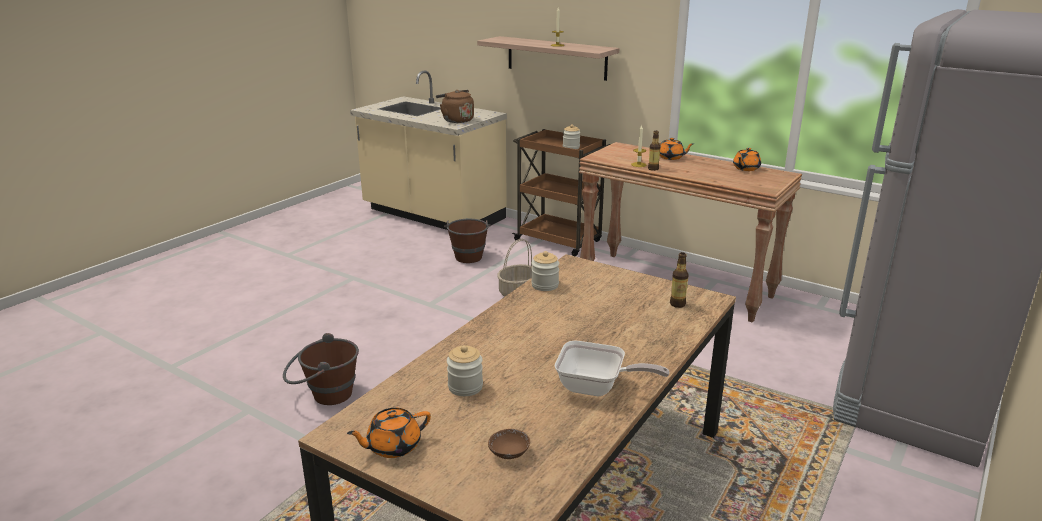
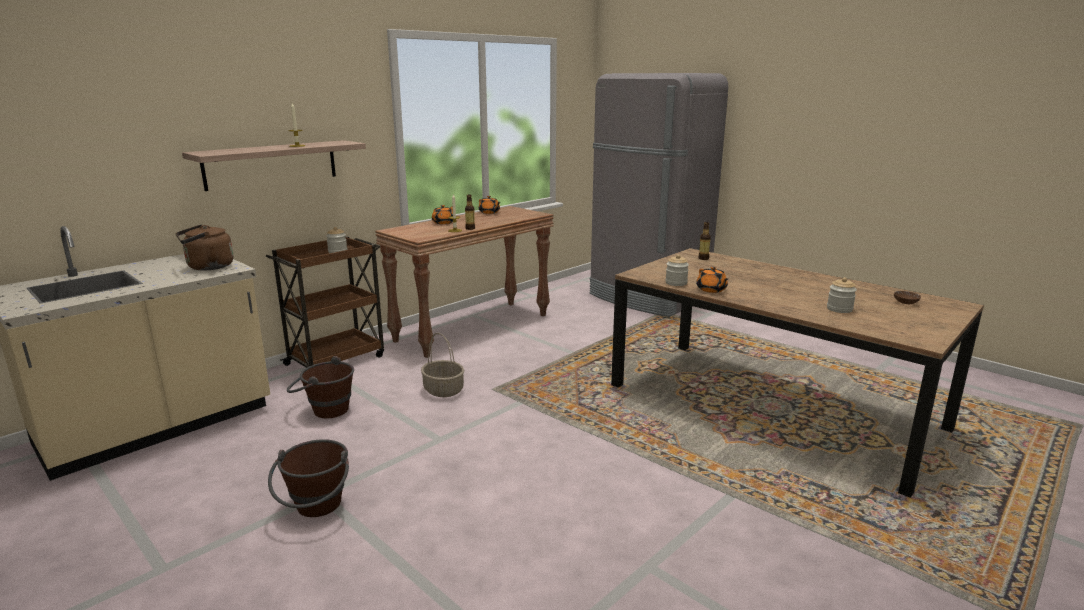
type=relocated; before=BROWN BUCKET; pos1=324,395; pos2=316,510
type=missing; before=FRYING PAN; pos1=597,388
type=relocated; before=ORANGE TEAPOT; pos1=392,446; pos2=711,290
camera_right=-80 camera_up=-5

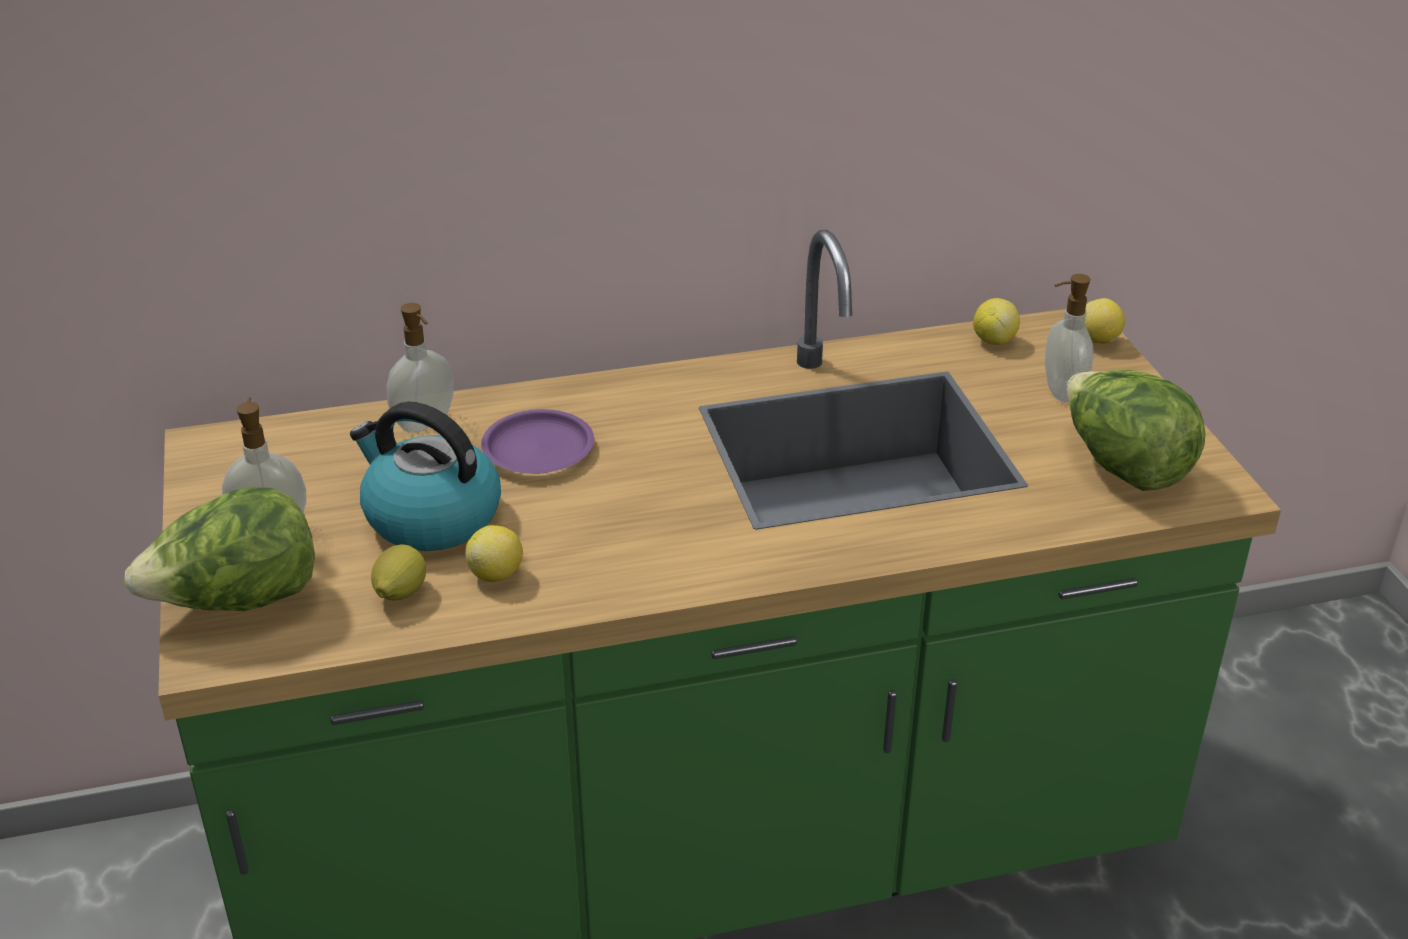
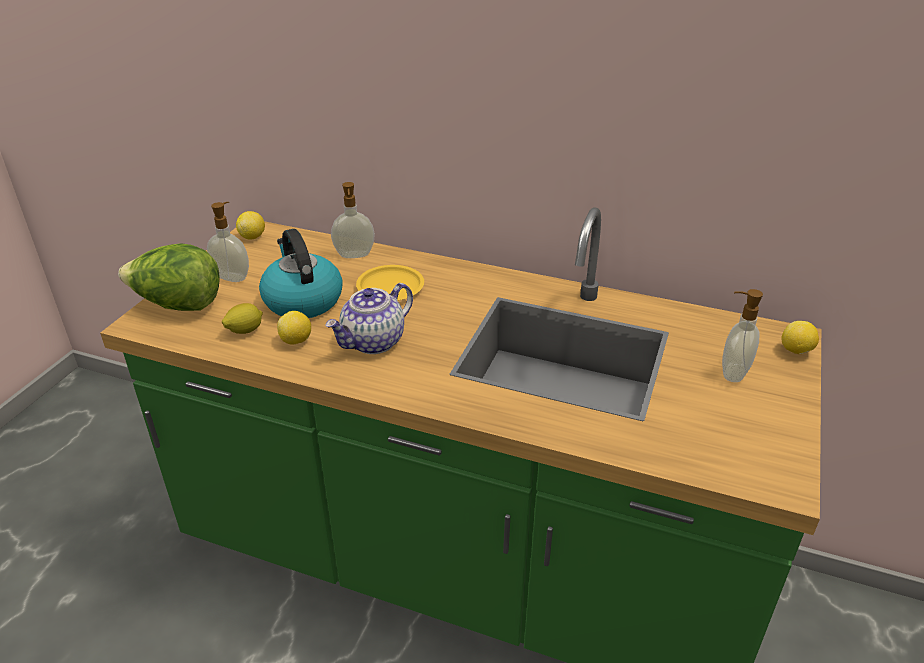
type=relocated; before=LEMON; pos1=993,340; pos2=253,237
type=missing; before=LETTUCE; pos1=1122,467
type=colour; before=PURPLE PLATE; after=YELLOW PLATE; pos1=537,449; pos2=390,287
type=appeared; after=TEAPOT; pos2=373,342
camera_right=35 camera_up=0

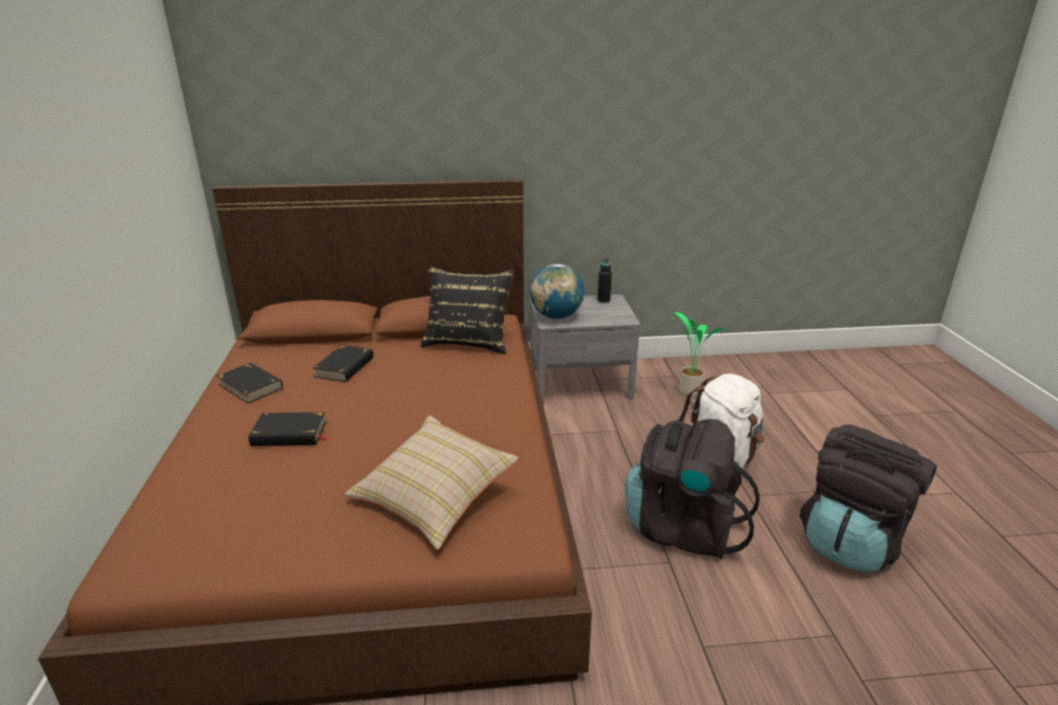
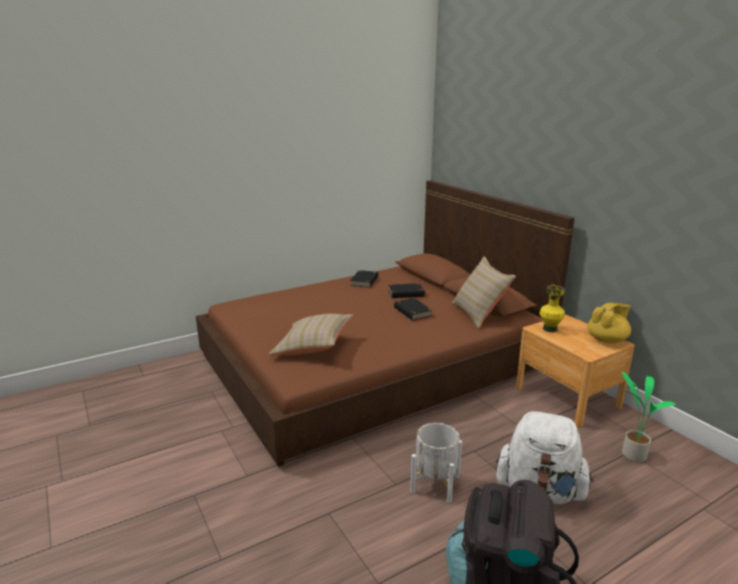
type=exchanged; before=BLACK BOTTLE; after=YELLOW TEAPOT; pos1=603,301; pos2=607,340
type=exchanged; before=GLOBE; after=YELLOW VASE; pos1=556,316; pos2=549,329
type=colour; before=BLACK PILLOW; after=BEIGE PILLOW; pos1=468,341; pos2=479,314
type=colour; before=GREY NIGHTSTAND; after=BROWN NIGHTSTAND; pos1=580,383; pos2=567,397
type=relocated; before=BLACK BOOK; pos1=289,434; pos2=412,312
type=exchanged; before=BLACK BACKPACK; after=WHITE PLANTER; pos1=682,528; pos2=435,484
camera_right=65 camera_up=-5

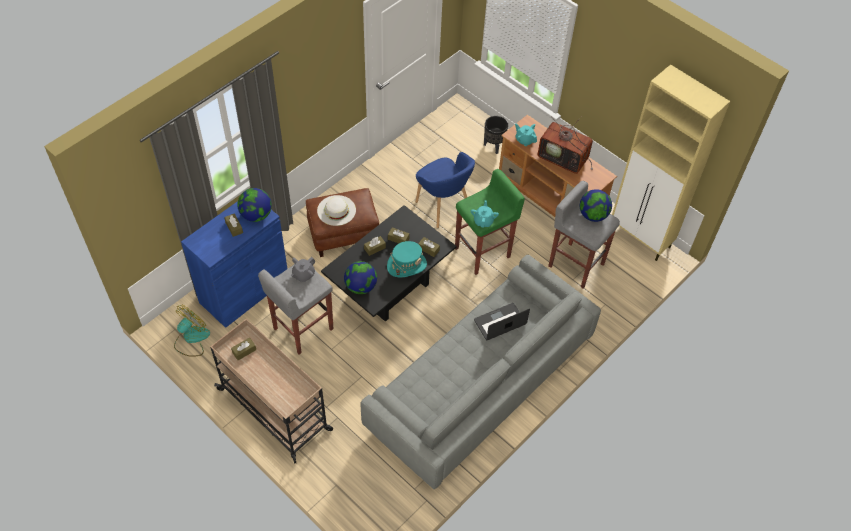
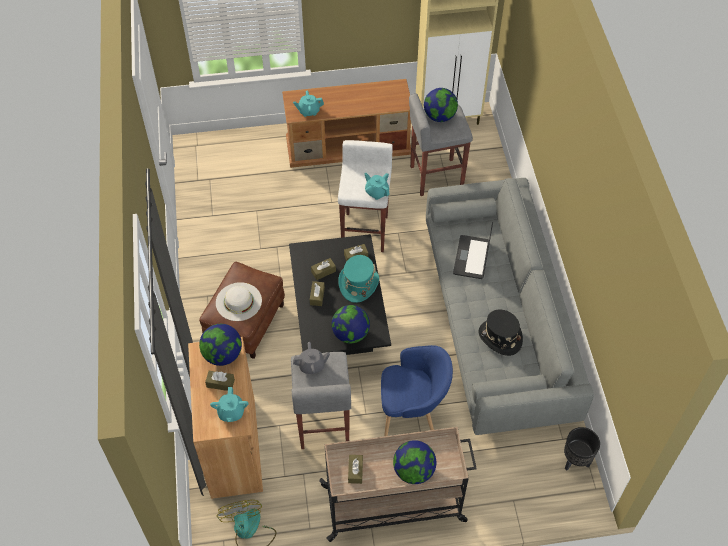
type=relocated; before=BLACK PLANTER; pos1=493,146; pos2=575,461
type=missing; before=TELEVISION; pos1=564,159
type=relocated; before=BLUE ARMCHAIR; pos1=443,207; pos2=412,416
type=colour; before=GREEN STOOL; after=WHITE STOOL; pos1=483,252; pos2=365,231
type=colour; before=BLUE CABINET; after=BROWN CABINET; pos1=244,290; pos2=233,448
type=spun; before=GREY TEAPOT; pos1=303,275; pos2=312,366; turn=-90
type=appeared; after=BLACK HAT; pos2=500,337
type=appeared; after=TURQUOISE TEAPOT; pos2=231,412
type=appeared; after=GLOBE; pos2=413,471
camera_right=-50 camera_up=0

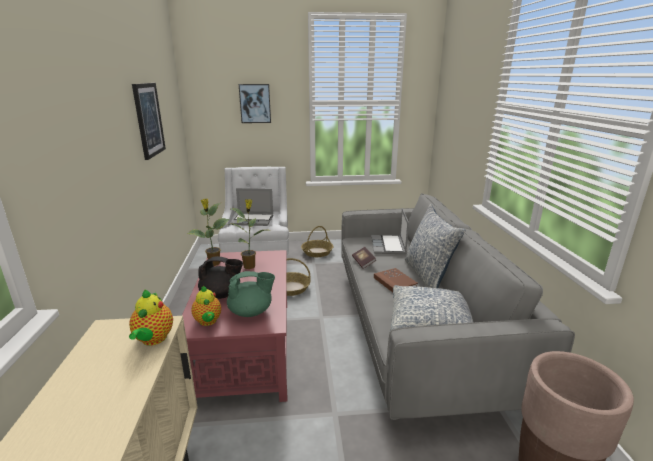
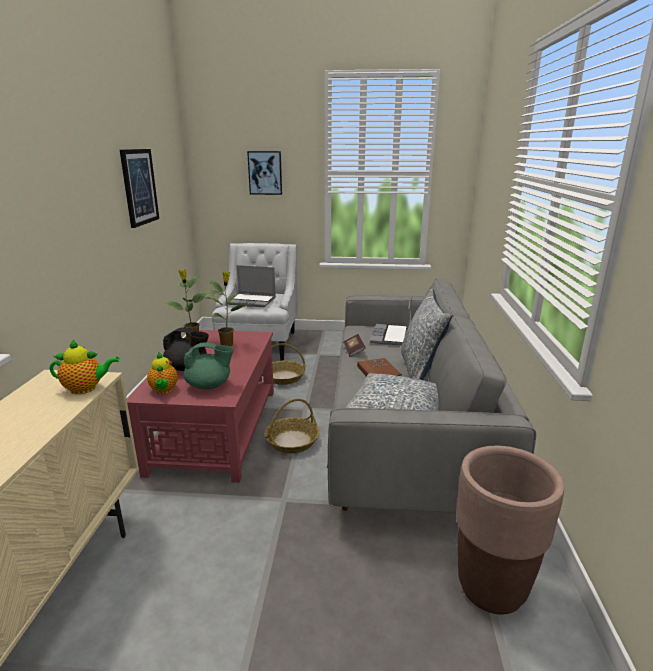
type=relocated; before=BASKET; pos1=317,252; pos2=292,441
type=spun; before=TEAPOT; pos1=153,340; pos2=86,388; turn=-105
camera_right=10 camera_up=0

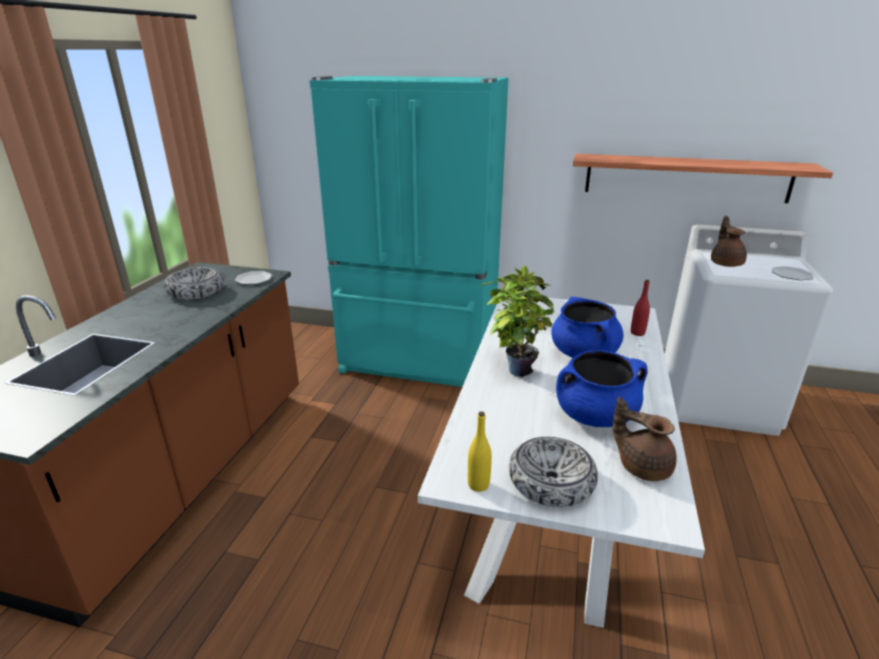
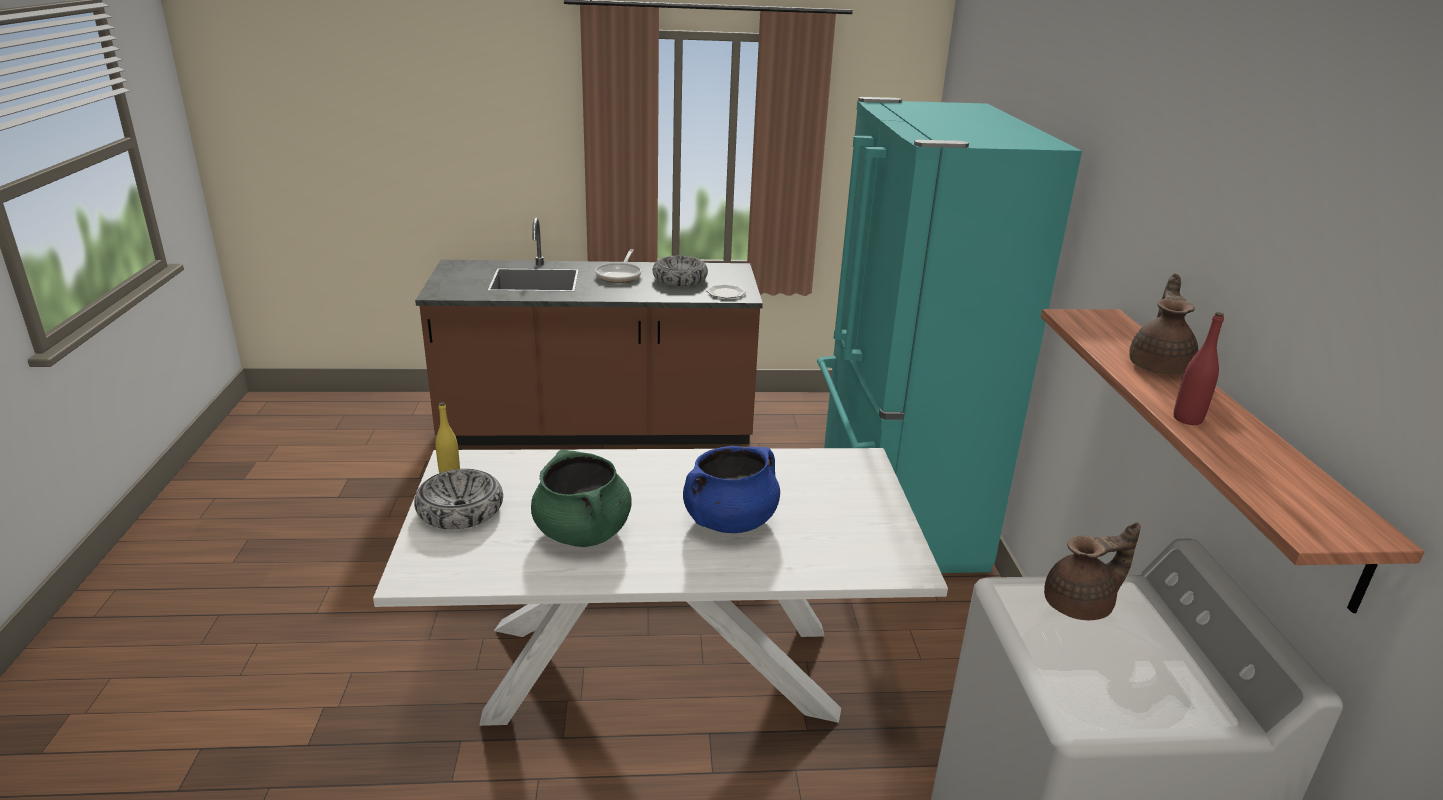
type=missing; before=POTTED PLANT; pos1=515,368
type=missing; before=PLATE; pos1=791,275
type=relocated; before=RED BOTTLE; pos1=637,333; pos2=1187,419
type=colour; before=BLUE COOKING POT; after=GREEN COOKING POT; pos1=595,415; pos2=583,532
type=relocated; before=BROWN TEAPOT; pos1=642,466; pos2=1159,366
type=appeared; after=FRYING PAN; pos2=620,275
camera_right=70 camera_up=0

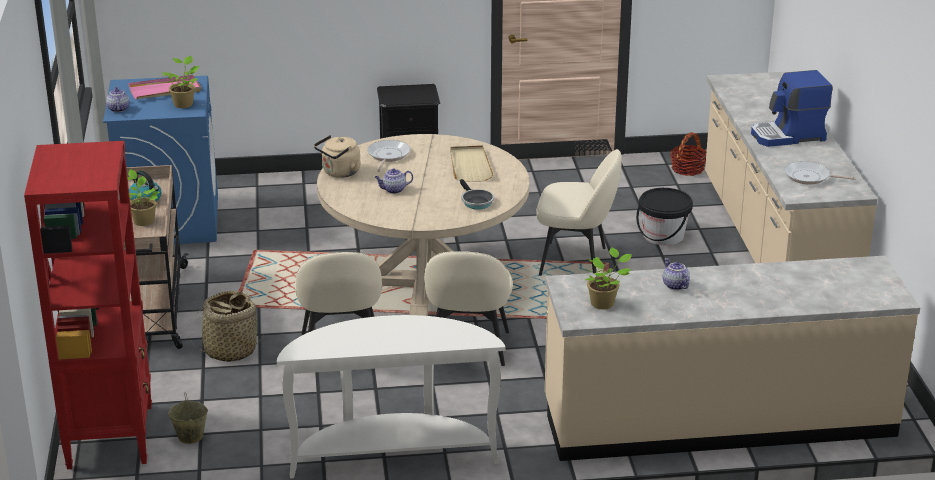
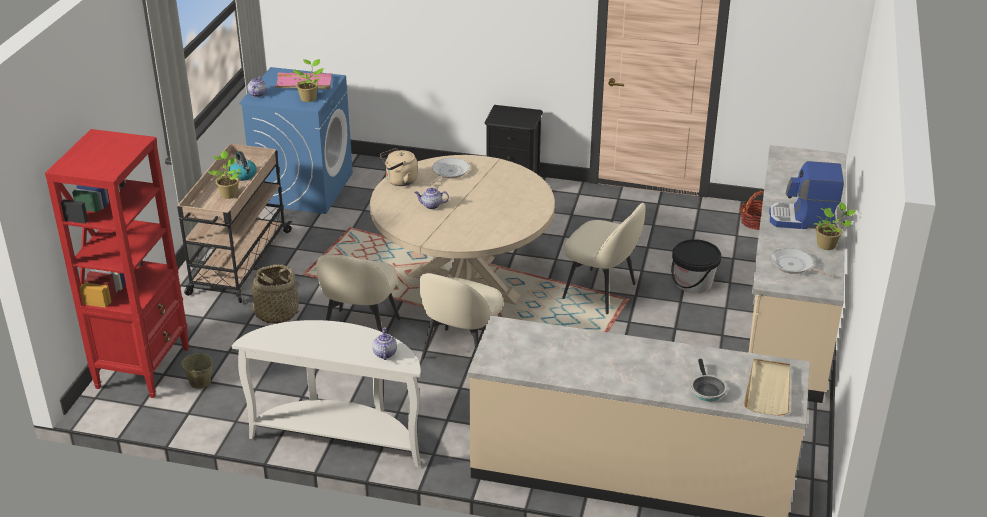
type=relocated; before=BEIGE TRAY; pos1=470,166; pos2=768,389
type=relocated; before=FRYING PAN; pos1=475,201; pos2=706,390
type=relocated; before=POTTED PLANT; pos1=604,303; pos2=828,245
type=relocated; before=TEAPOT; pos1=674,285; pos2=384,353
camera_right=20 camera_up=5

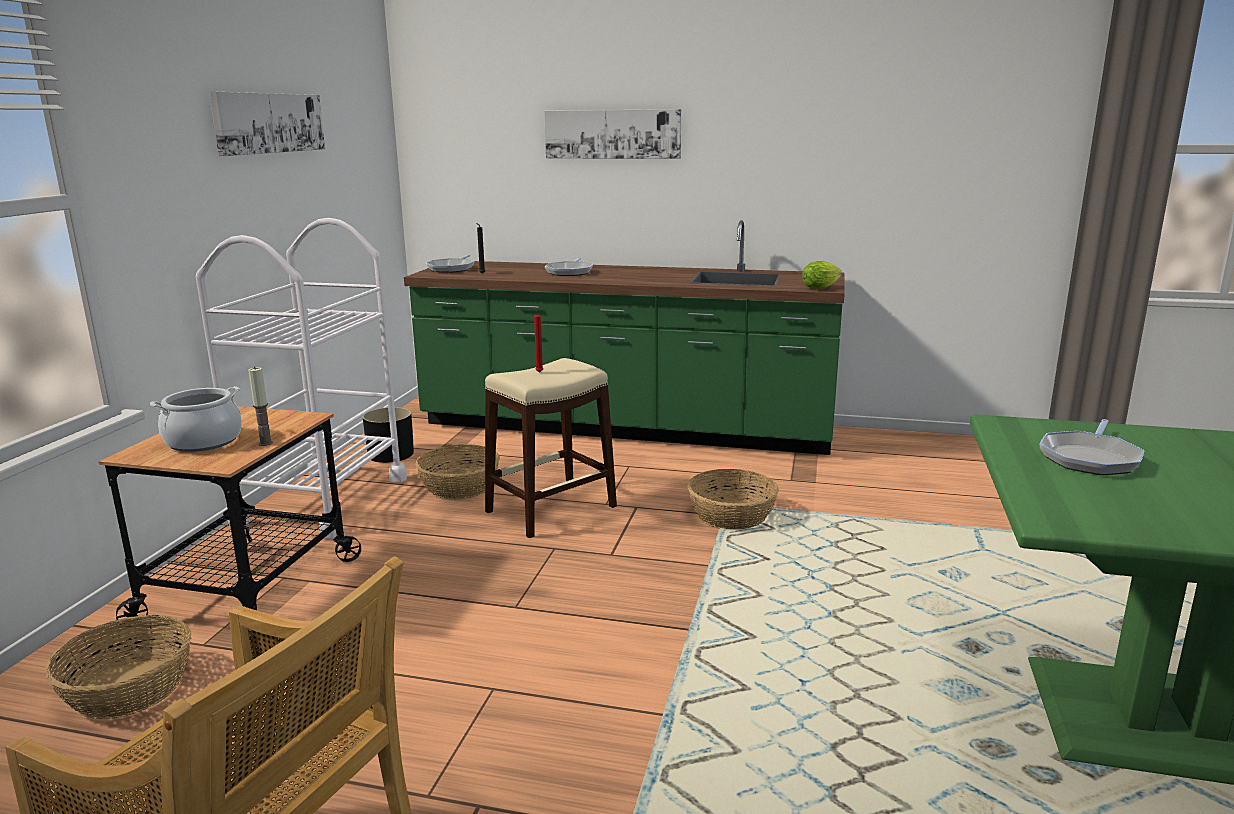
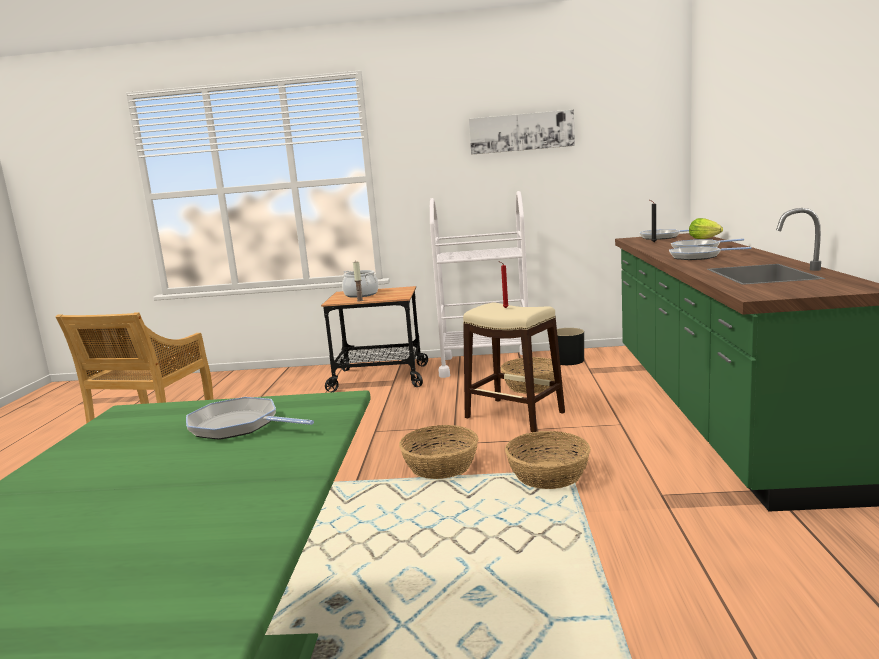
type=missing; before=PICTURE; pos1=612,134
type=relocated; before=LETTUCE; pos1=822,288; pos2=706,239
type=relocated; before=BASKET; pos1=130,688; pos2=441,466
type=appeared; after=FRYING PAN; pos2=698,257
camera_right=80 camera_up=-5

